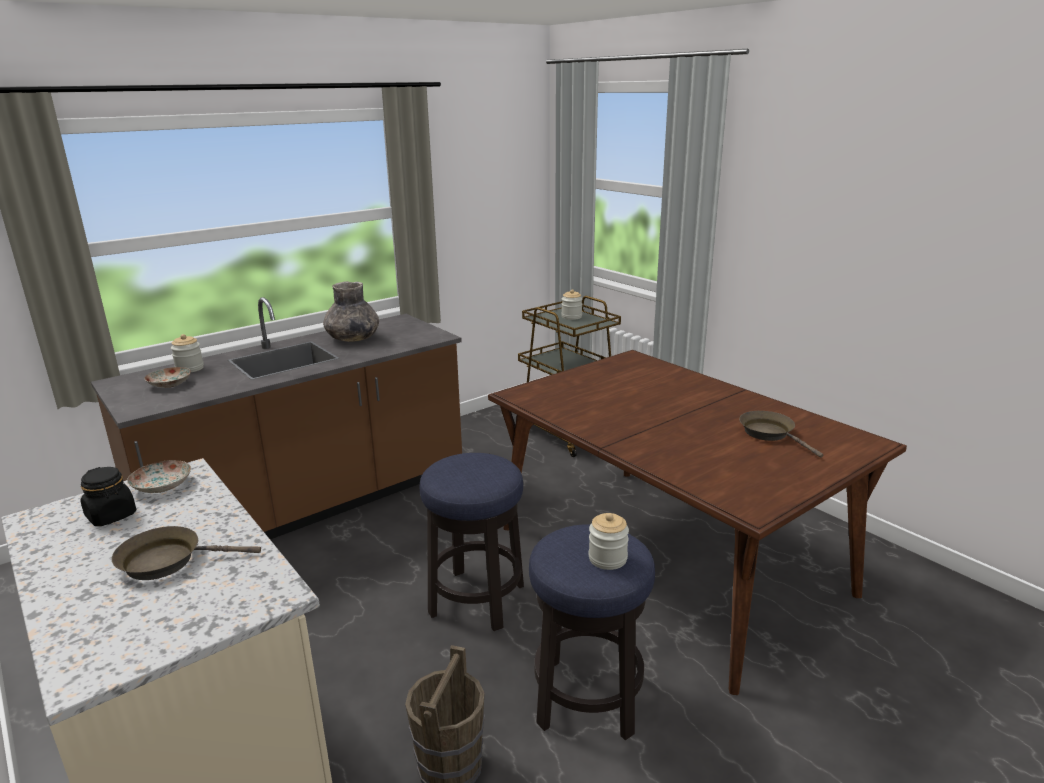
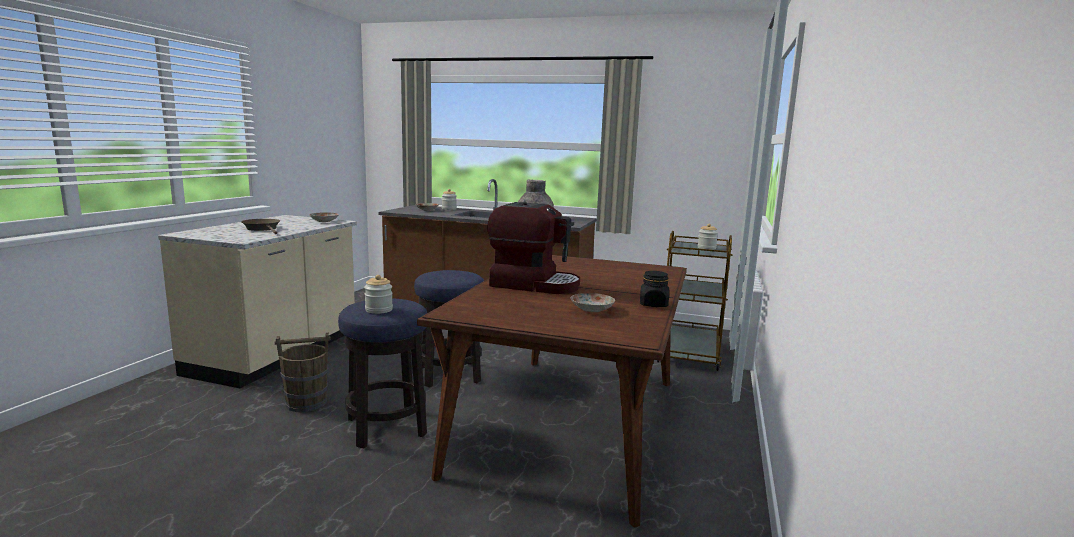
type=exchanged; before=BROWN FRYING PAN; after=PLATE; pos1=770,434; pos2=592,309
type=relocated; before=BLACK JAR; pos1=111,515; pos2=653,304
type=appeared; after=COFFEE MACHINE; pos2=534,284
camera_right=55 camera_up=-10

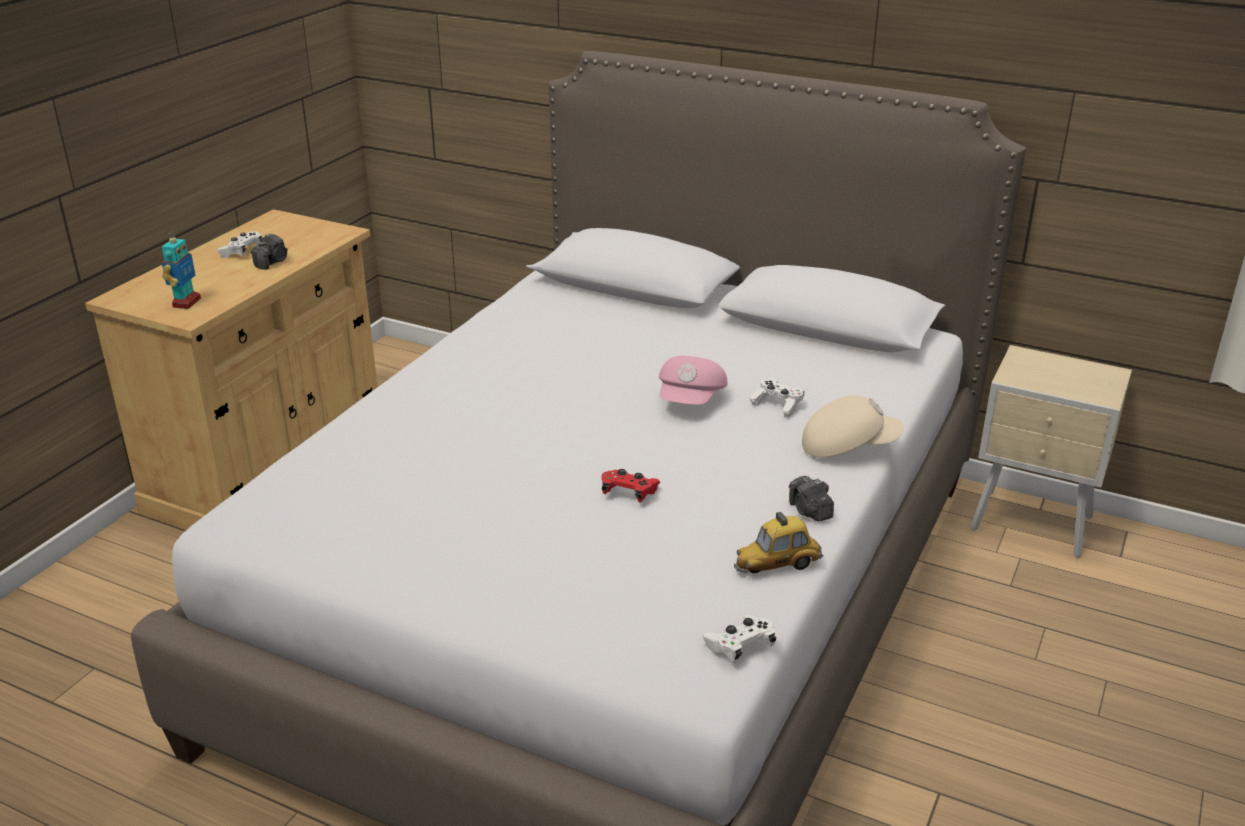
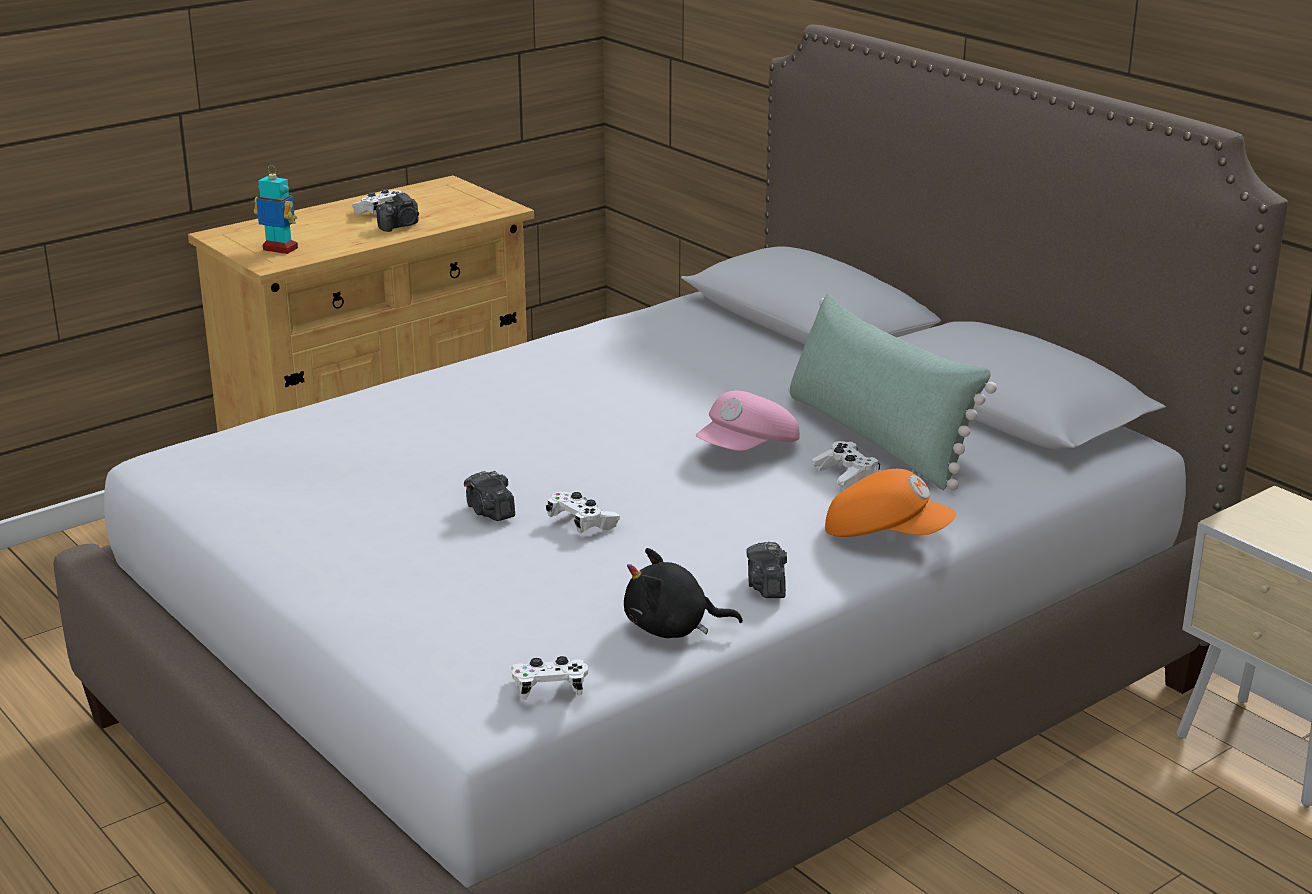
type=spun; before=TOY ROBOT; pos1=186,302; pos2=280,249; turn=-105
type=colour; before=BEIGE CAP; after=ORANGE CAP; pos1=848,446; pos2=886,535
type=colour; before=RED GAME CONTROLLER; after=WHITE GAME CONTROLLER; pos1=629,493; pos2=582,523
type=exchanged; before=TOY CAR; after=BLACK PLUSH TOY; pos1=777,566; pos2=672,628
type=appeared; after=GREEN PILLOW; pos2=877,439
type=appeared; after=PHOTO CAMERA; pos2=490,512
camera_right=25 camera_up=-5

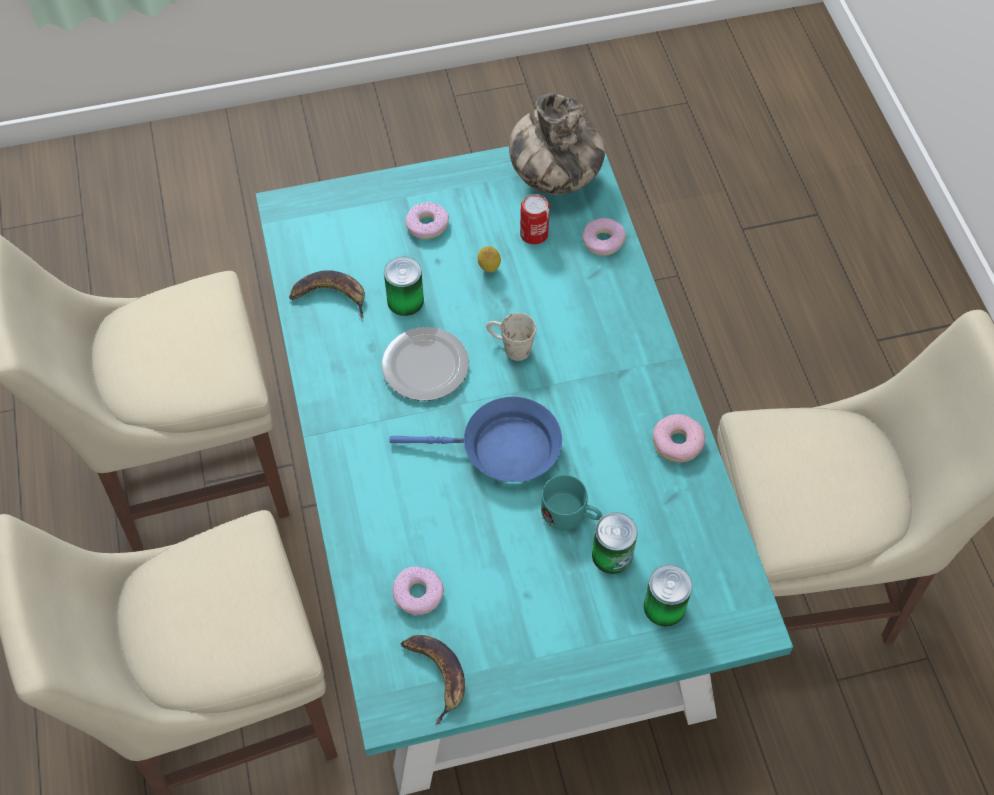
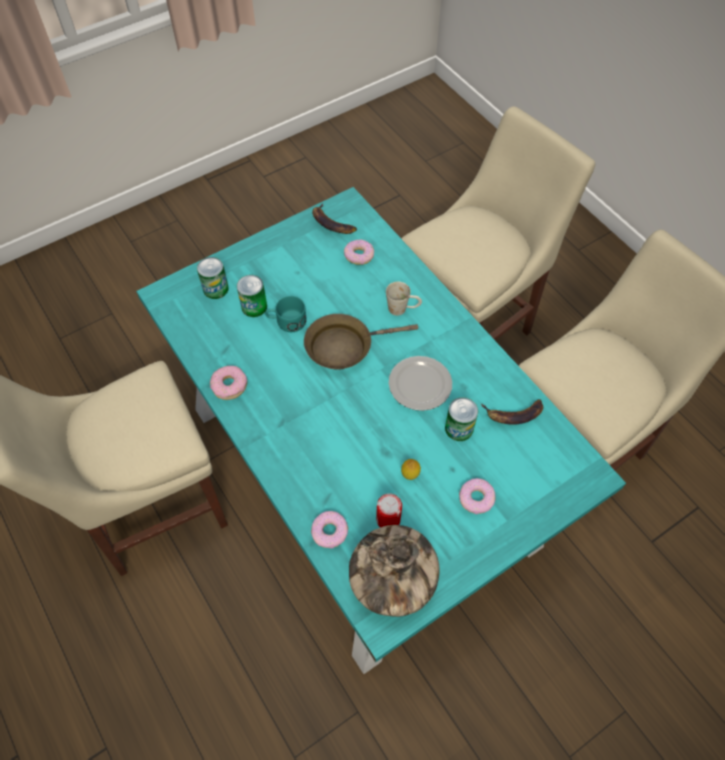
type=relocated; before=WHITE MUG; pos1=509,347; pos2=403,309
type=colour; before=BLUE FRYING PAN; after=BROWN FRYING PAN; pos1=502,449; pos2=344,346
camera_right=160 camera_up=0

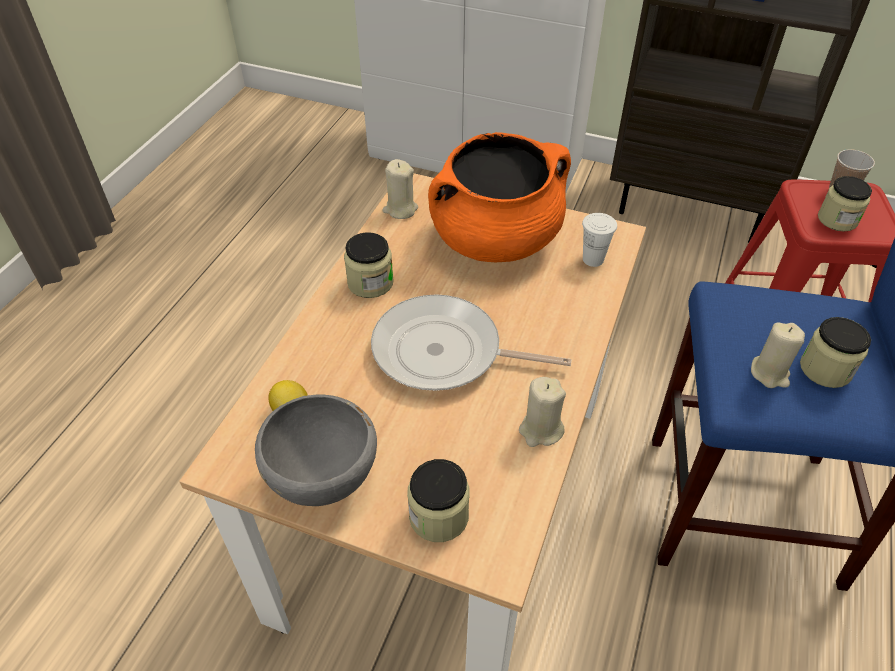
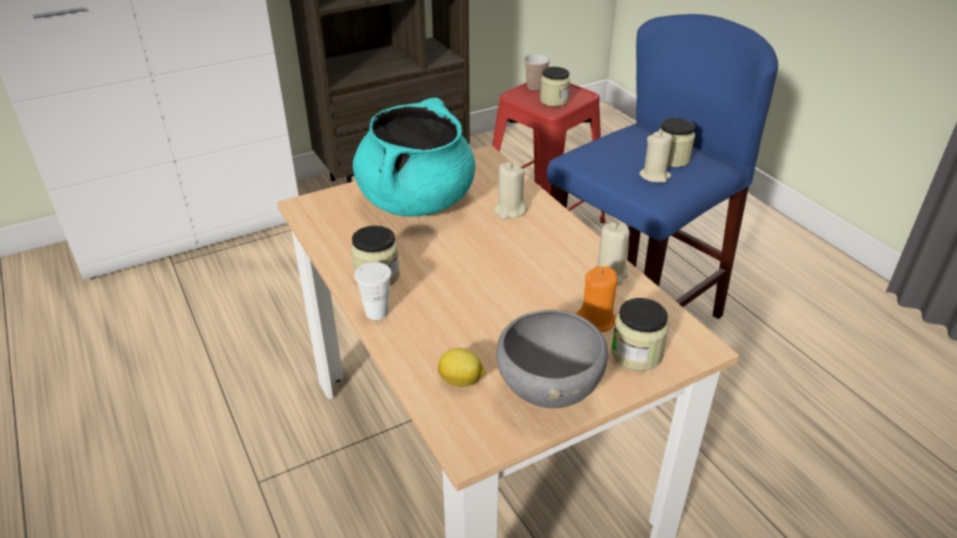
type=colour; before=ORANGE COOKING POT; after=TURQUOISE COOKING POT; pos1=495,239; pos2=416,201
type=relocated; before=BEIGE CANDLE; pos1=400,209; pos2=509,211
type=relocated; before=WHITE CUP; pos1=593,259; pos2=377,312
type=missing; before=FRYING PAN; pos1=444,353
type=appeared; after=ORANGE CANDLE; pos2=596,320
camera_right=-50 camera_up=-10

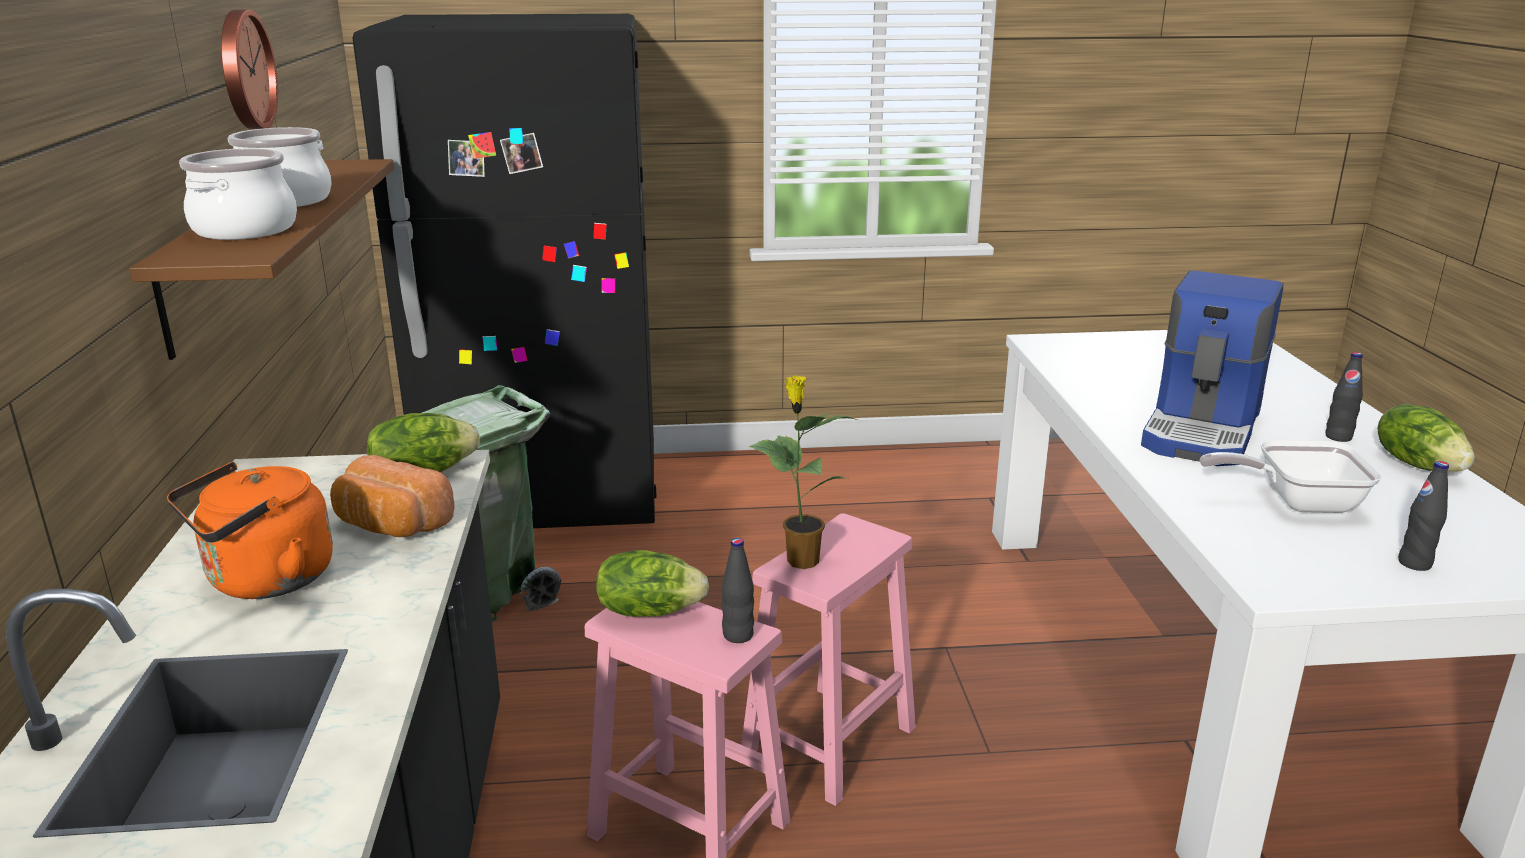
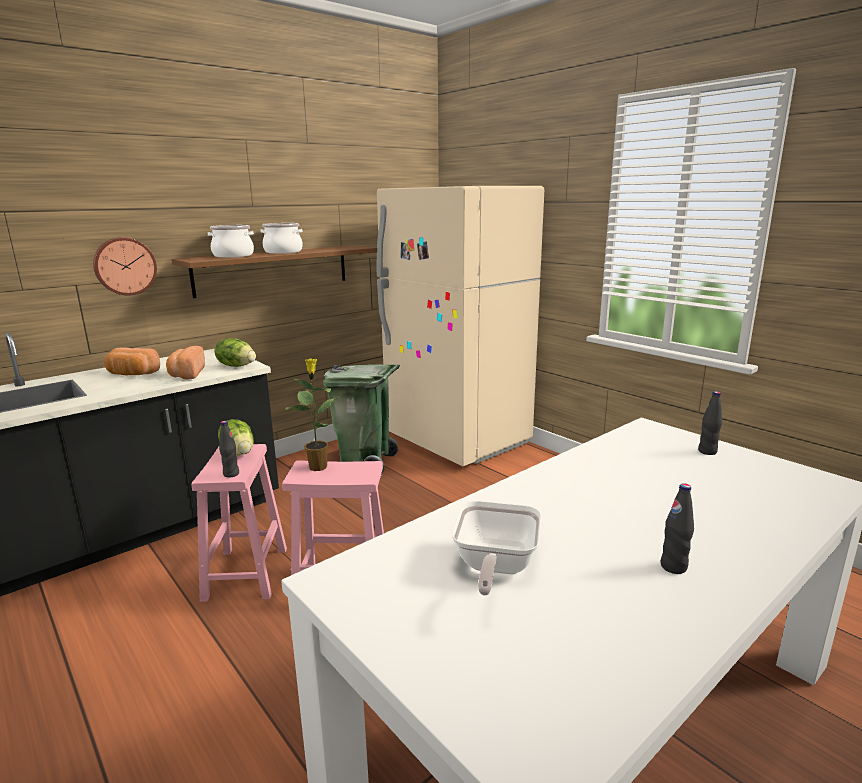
type=relocated; before=WALL CLOCK; pos1=243,70; pos2=124,266
type=colour; before=BLACK FRIDGE; after=BEIGE FRIDGE; pos1=547,497; pos2=457,440
type=missing; before=COFFEE MACHINE; pos1=1203,430
type=missing; before=LETTUCE; pos1=1418,464
type=spun; before=FRYING PAN; pos1=1296,502; pos2=494,567; turn=-135
type=relocated; before=BLACK BOTTLE; pos1=1414,563; pos2=707,451
type=exchanged; before=ORANGE KETTLE; after=BREAD; pos1=264,581; pos2=132,374
camera_right=55 camera_up=-5

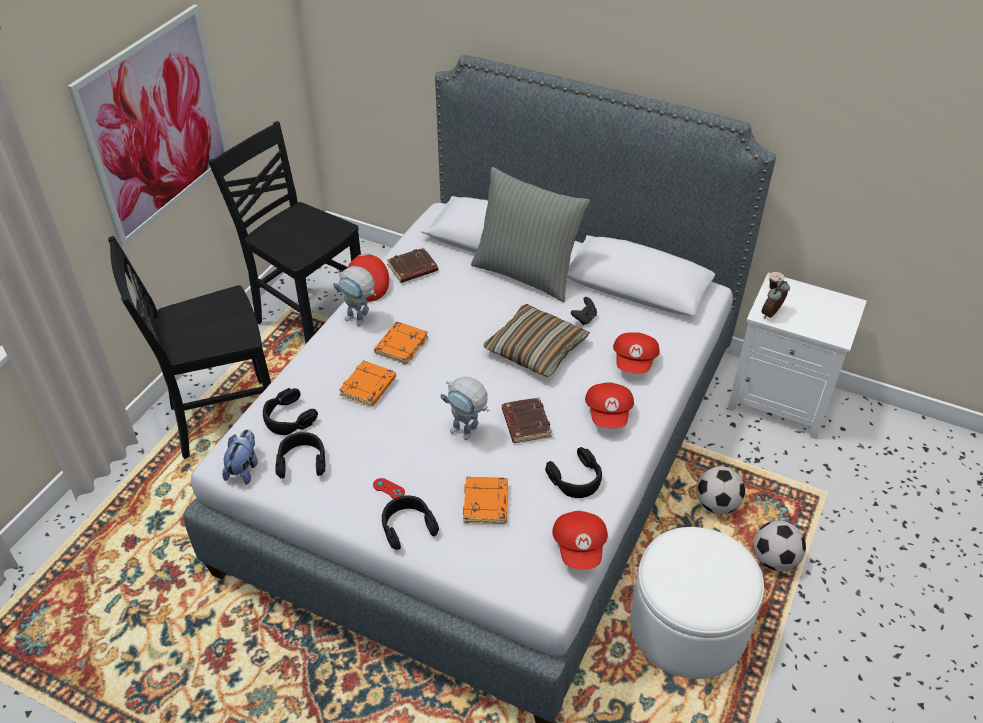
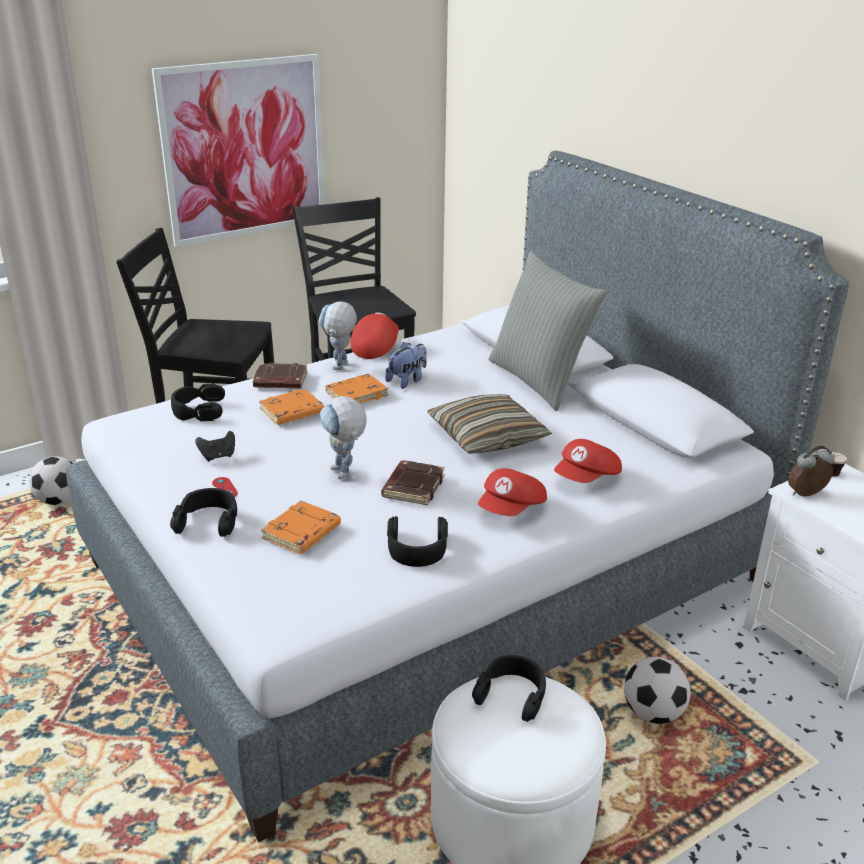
type=relocated; before=BROWN BOOK; pos1=412,269; pos2=280,381
type=spun; before=TOY ROBOT; pos1=360,321; pos2=340,368; turn=45
type=relocated; before=BLACK GAME CONTROLLER; pos1=584,318; pos2=218,456
type=relocated; before=PLUSH TOY; pos1=244,468; pos2=407,381
type=relocated; before=BLACK HEADPHONES; pos1=302,461; pos2=512,694
type=missing; before=RED CAP; pos1=580,547
type=relocated; before=FOOTBALL; pos1=774,560; pos2=59,501
camera_right=30 camera_up=-15

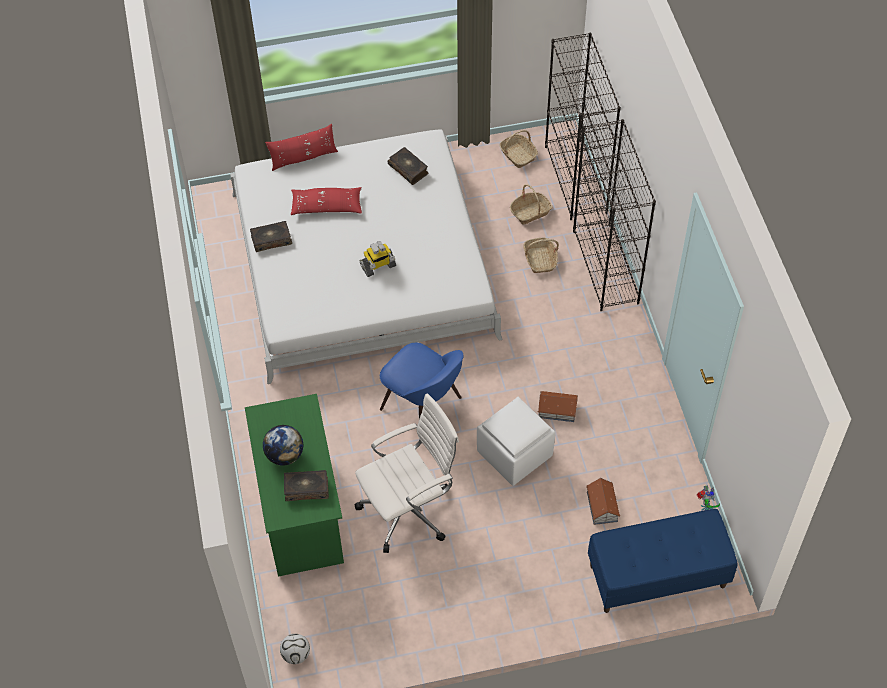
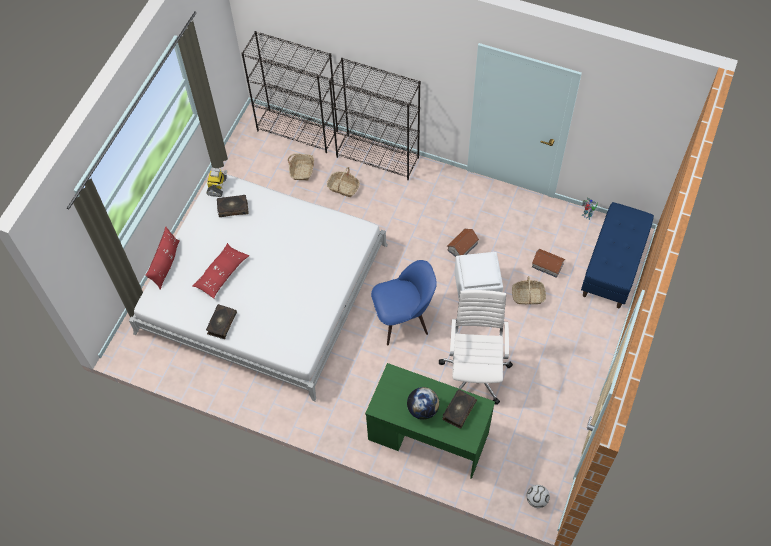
type=relocated; before=BASKET; pos1=517,155; pos2=528,296
type=relocated; before=TOY ROBOT; pos1=378,266; pos2=217,186
camera_right=-55 camera_up=5

